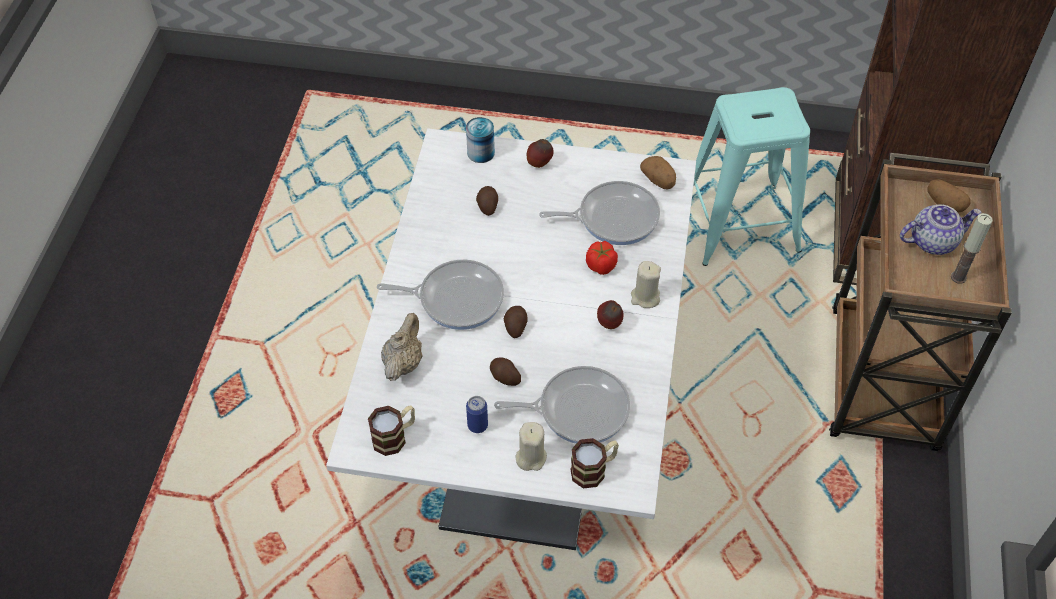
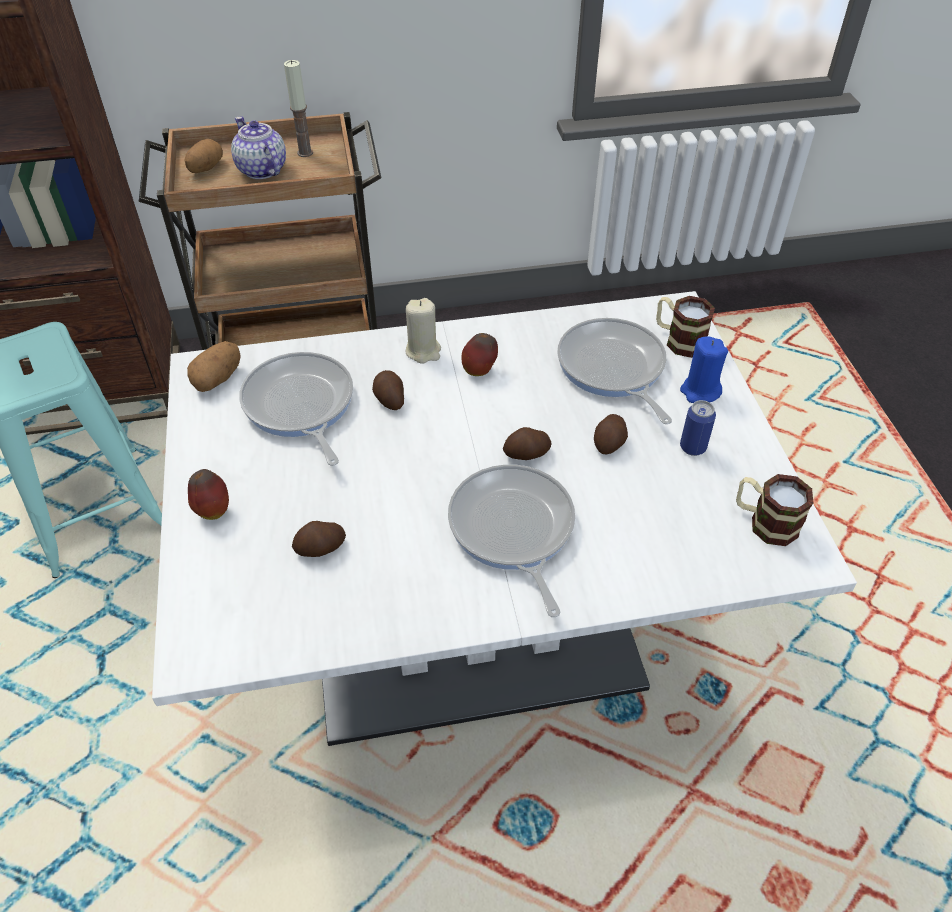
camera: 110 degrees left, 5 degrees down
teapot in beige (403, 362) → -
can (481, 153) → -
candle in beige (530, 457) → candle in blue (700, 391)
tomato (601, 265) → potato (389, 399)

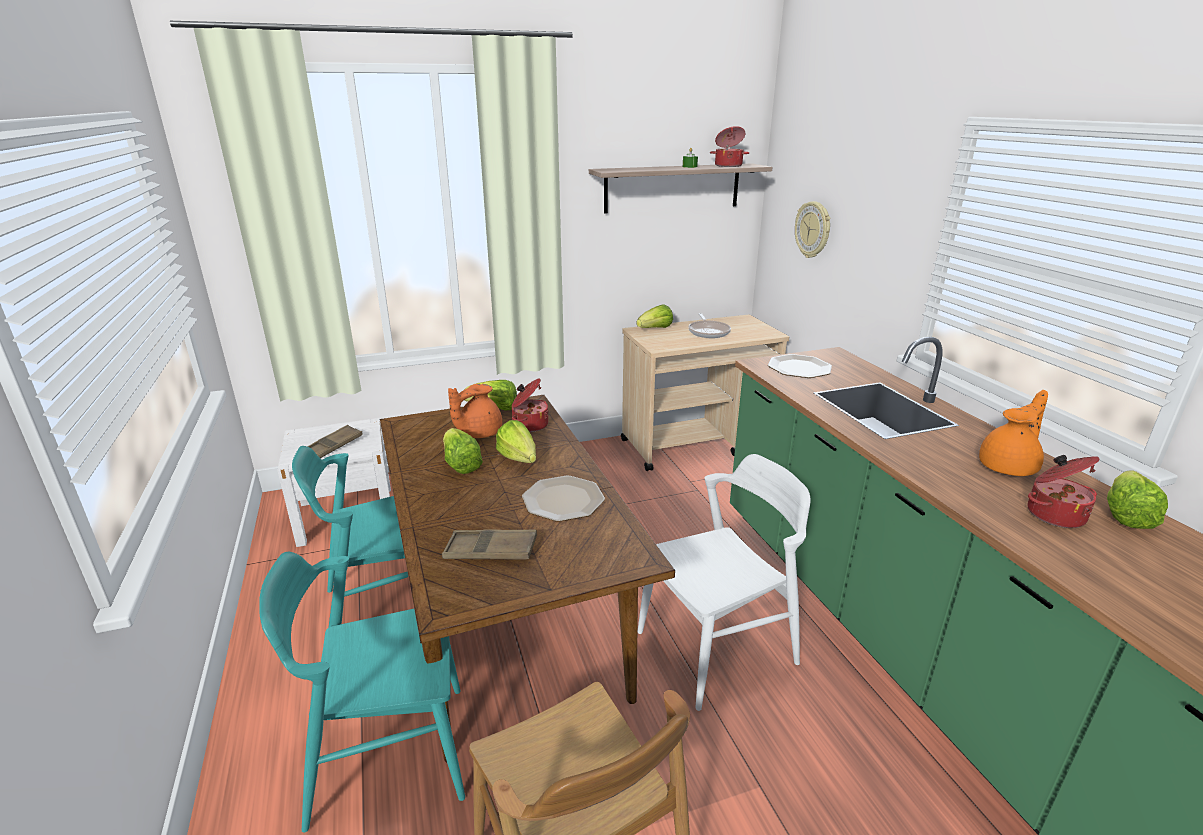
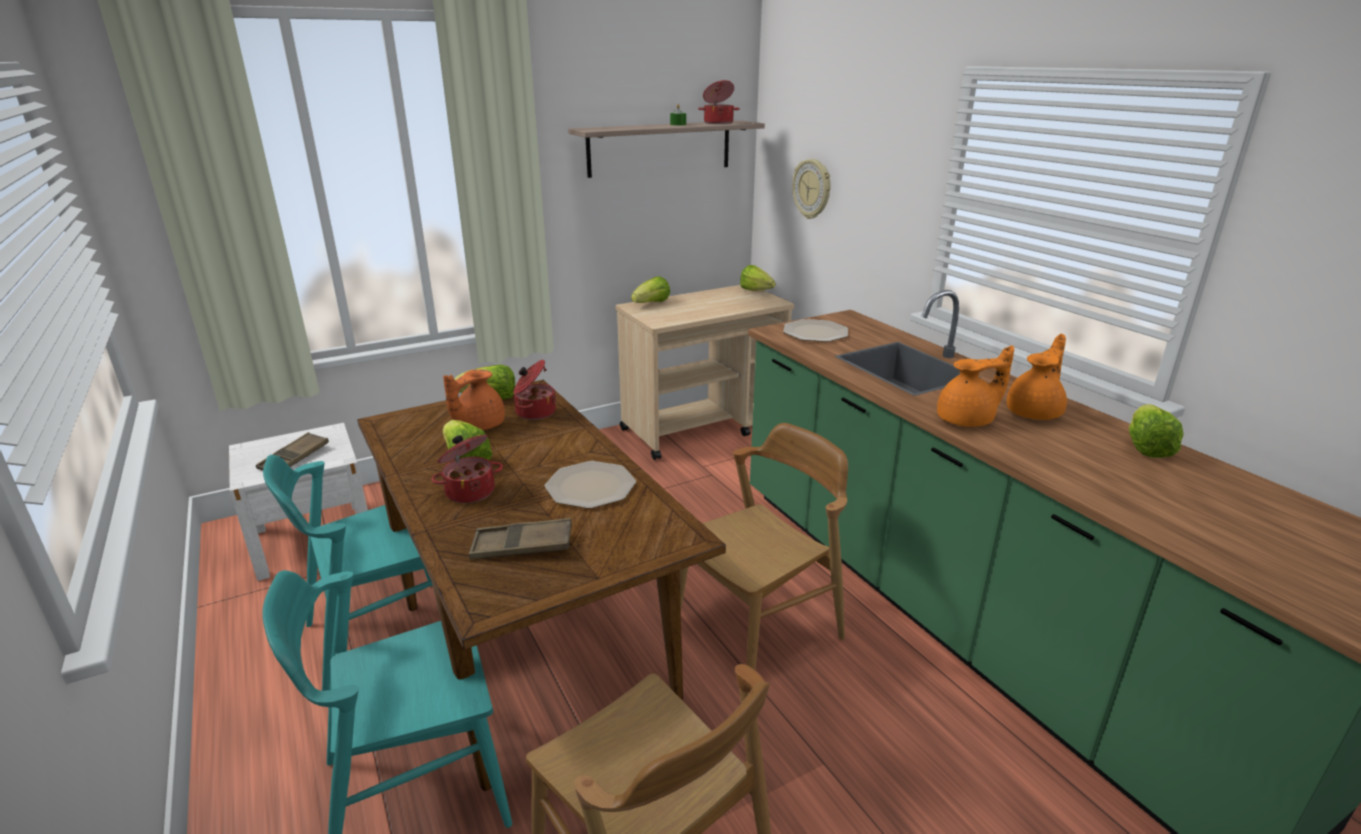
camera: 10 degrees left, 0 degrees up
lettuce (520, 461) → lettuce (758, 292), moved
chair in white (717, 648) → chair in brown (759, 633)
frying pan (708, 332) → -
cooking pot (1054, 514) → cooking pot (470, 491), moved
- → teapot in orange (967, 420)

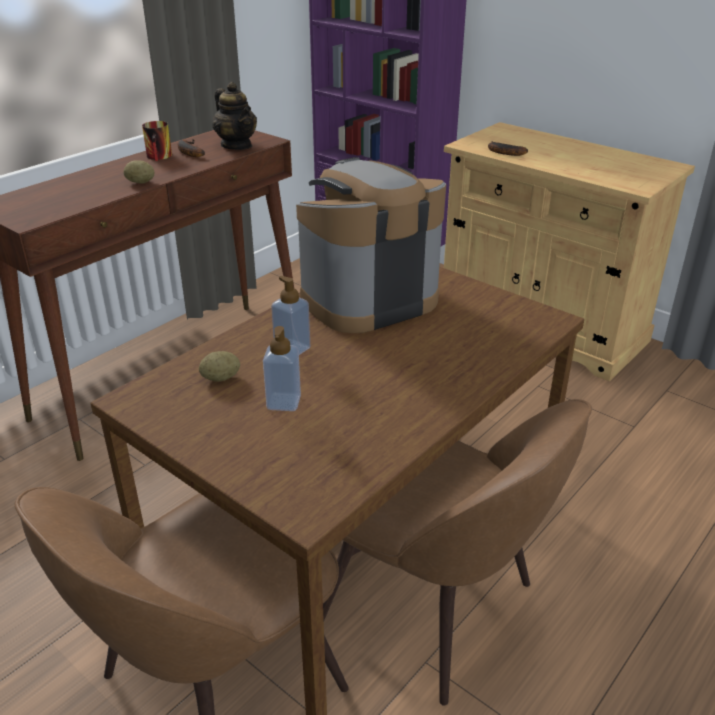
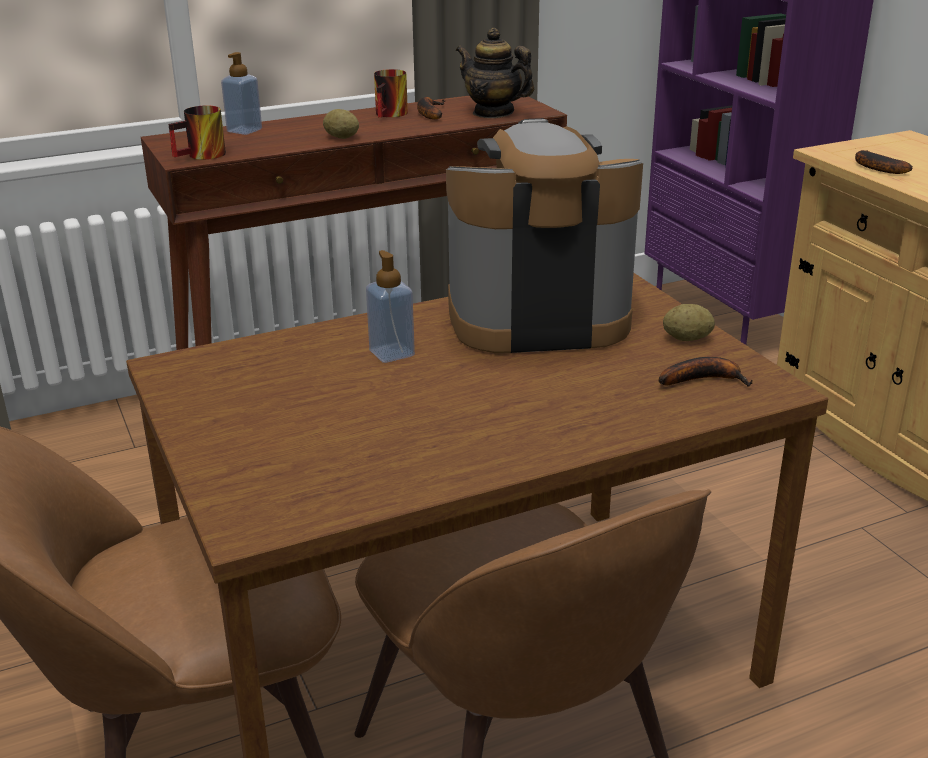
camera: 25 degrees right, 5 degrees down
potato (221, 378) → potato (687, 339), moved
teapot (237, 145) → teapot (493, 113), 135 degrees clockwise
soap dispenser (283, 402) → soap dispenser (244, 130), moved
- → mug (202, 156)
- → banana (704, 379)

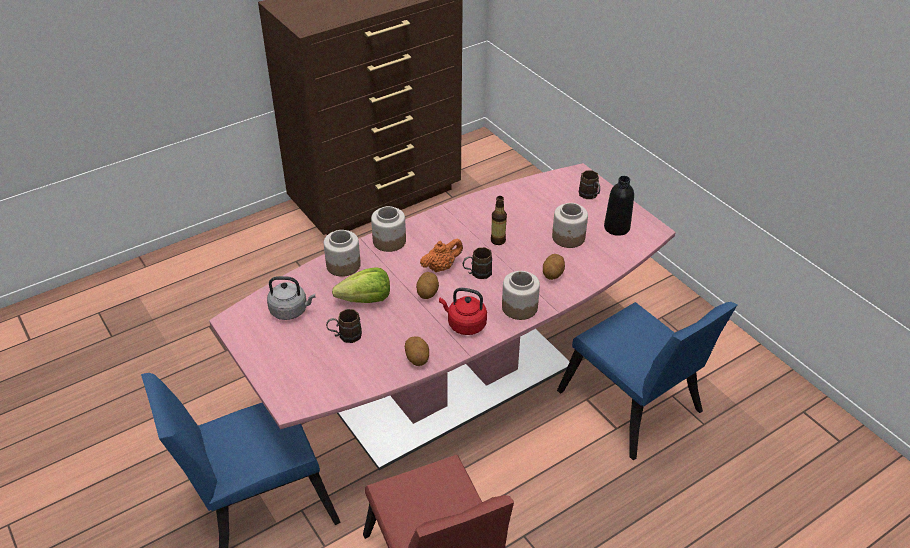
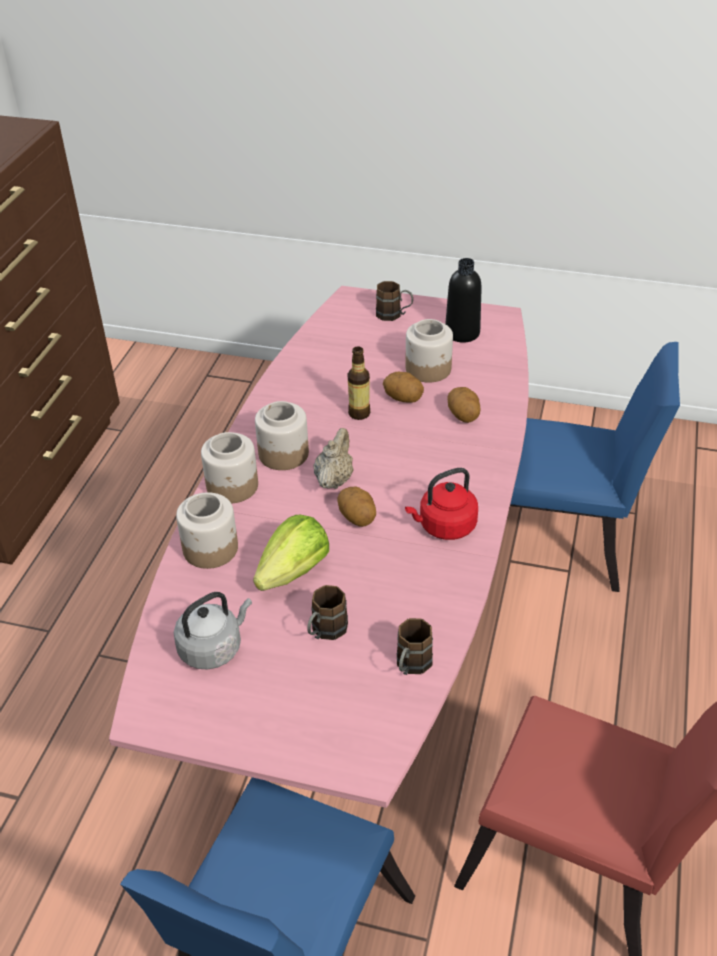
camera: 40 degrees left, 0 degrees up
potato (417, 359) → potato (403, 398), moved
teapot in orange (441, 267) → teapot in beige (334, 479)
mug in brown (477, 273) → mug in brown (411, 666), moved
jar (519, 307) → jar (283, 454), moved

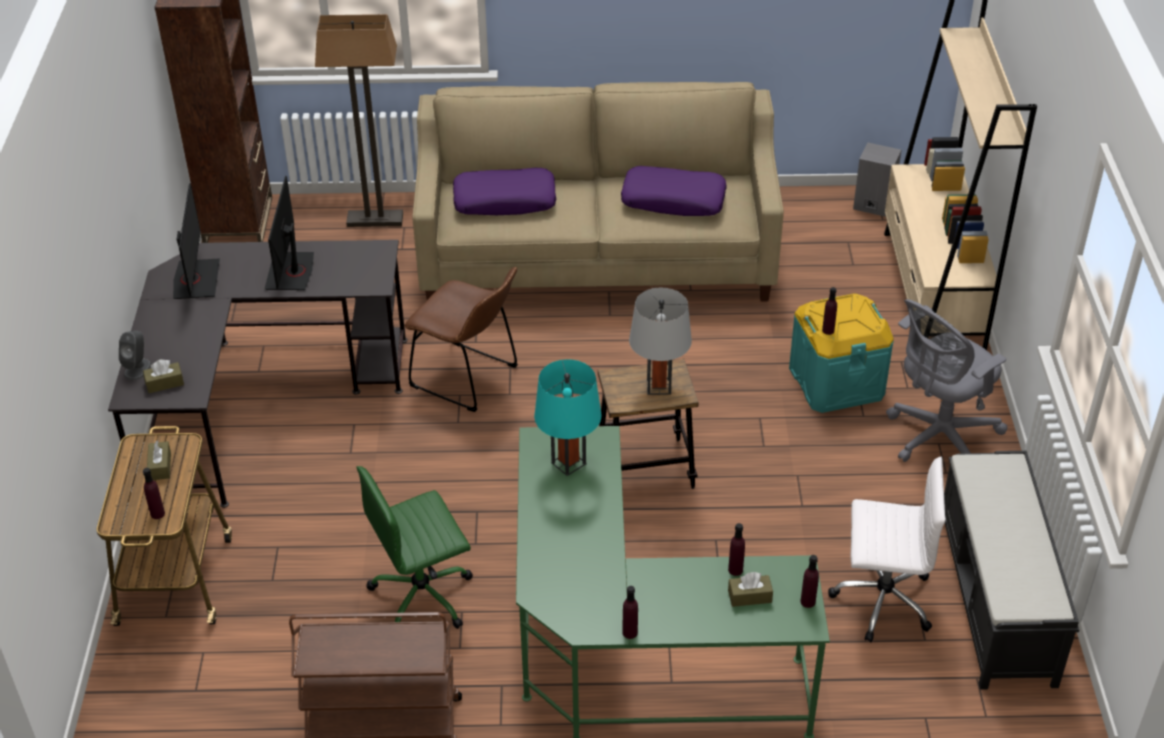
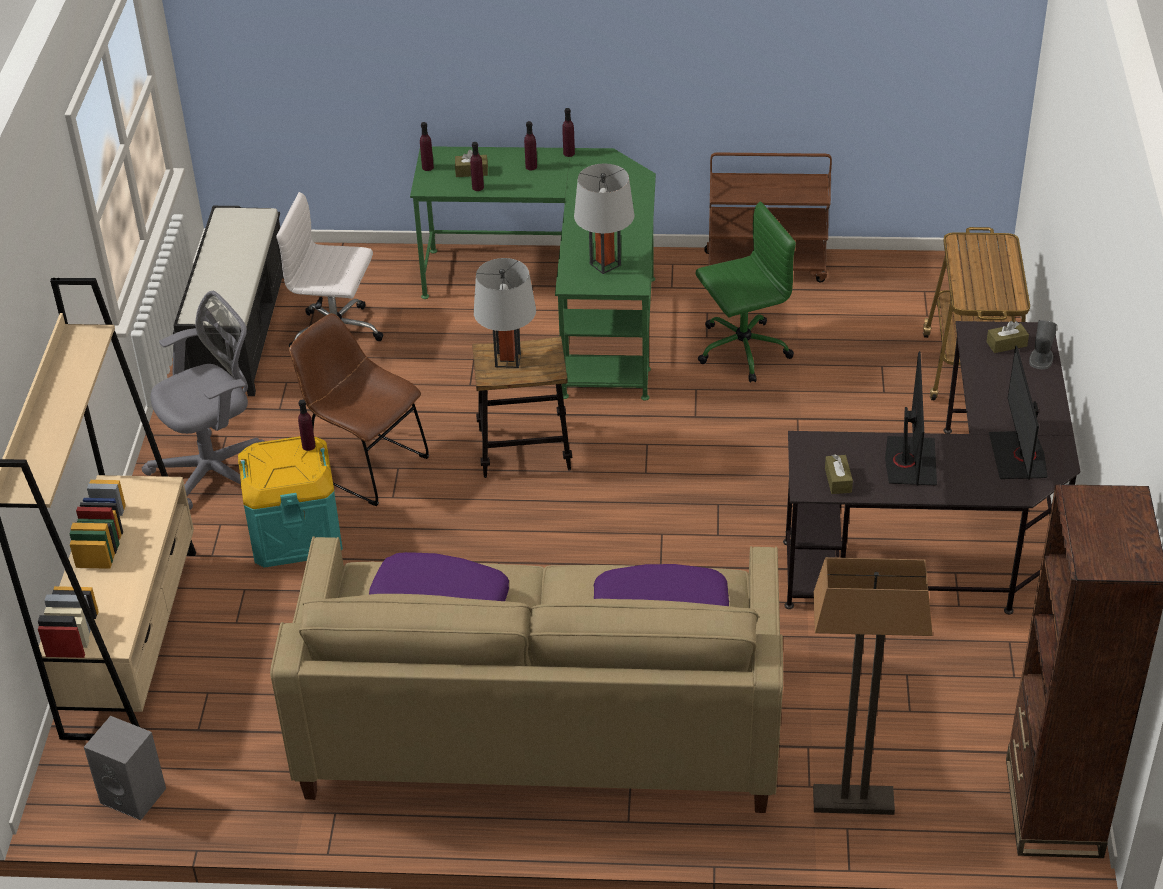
camera: 175 degrees left, 0 degrees up
bottle in purple (157, 514) → bottle in purple (531, 167), moved
tissue box in brown (160, 466) → tissue box in brown (838, 480), moved
chair in brown (468, 378) → chair in brown (364, 464), moved
table lamp in turquoise (568, 463) → table lamp in grey (605, 264)

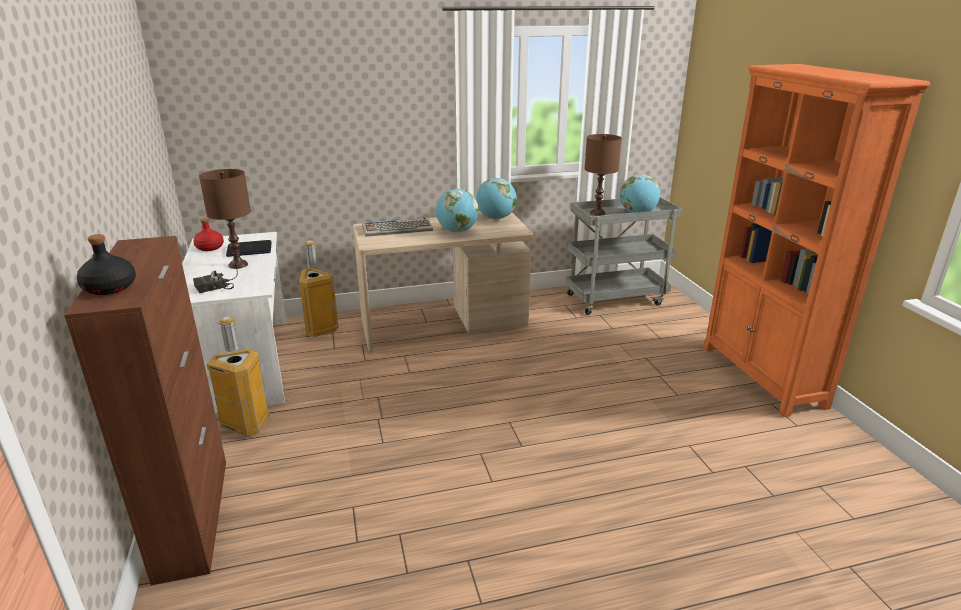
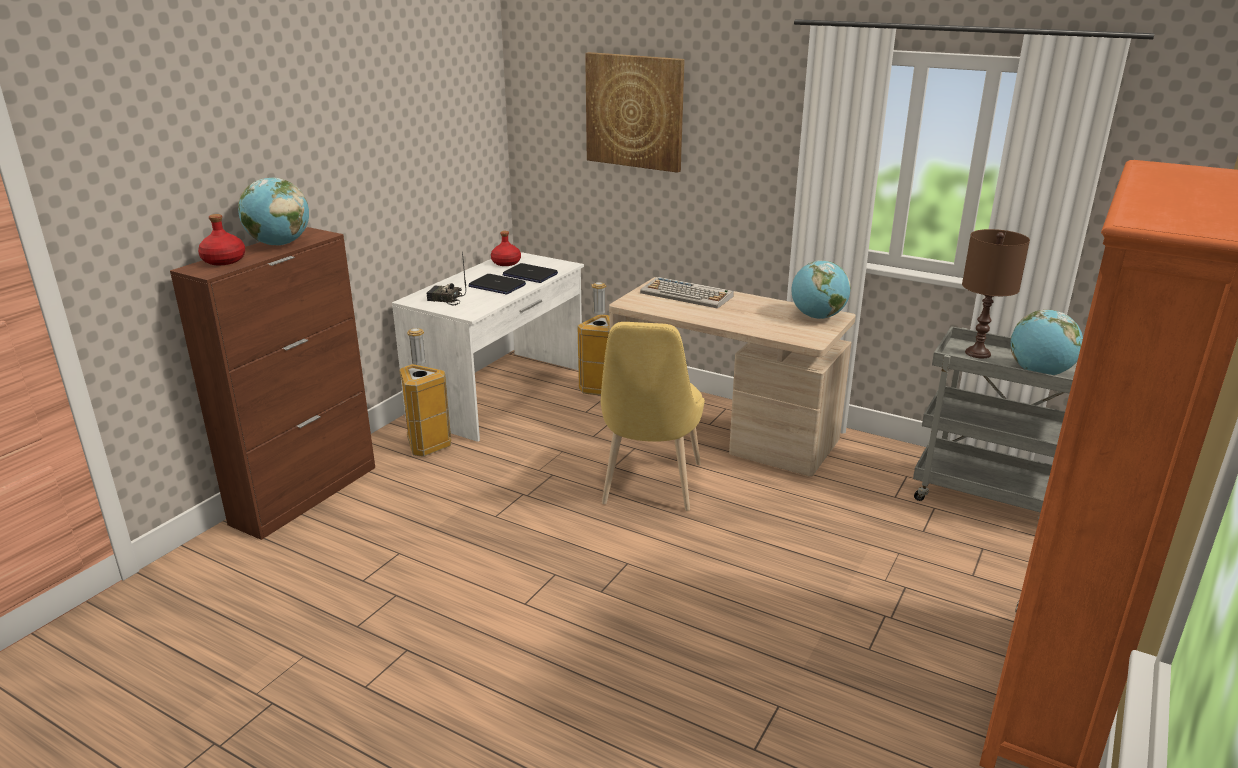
camera: 45 degrees right, 0 degrees up
bottle in black (109, 288) → bottle in red (223, 261)
table lamp in brown (238, 265) → laptop (496, 286)
globe (457, 231) → globe (279, 244), moved
- → picture (634, 111)
- → chair in yellow (649, 488)

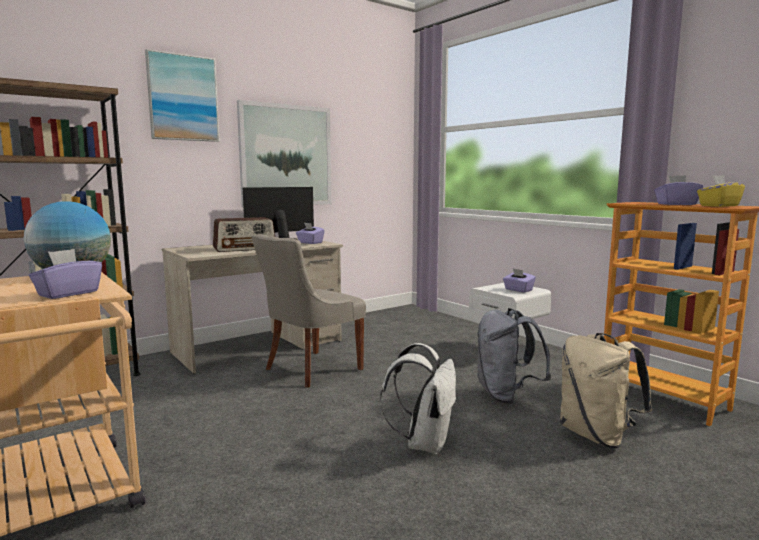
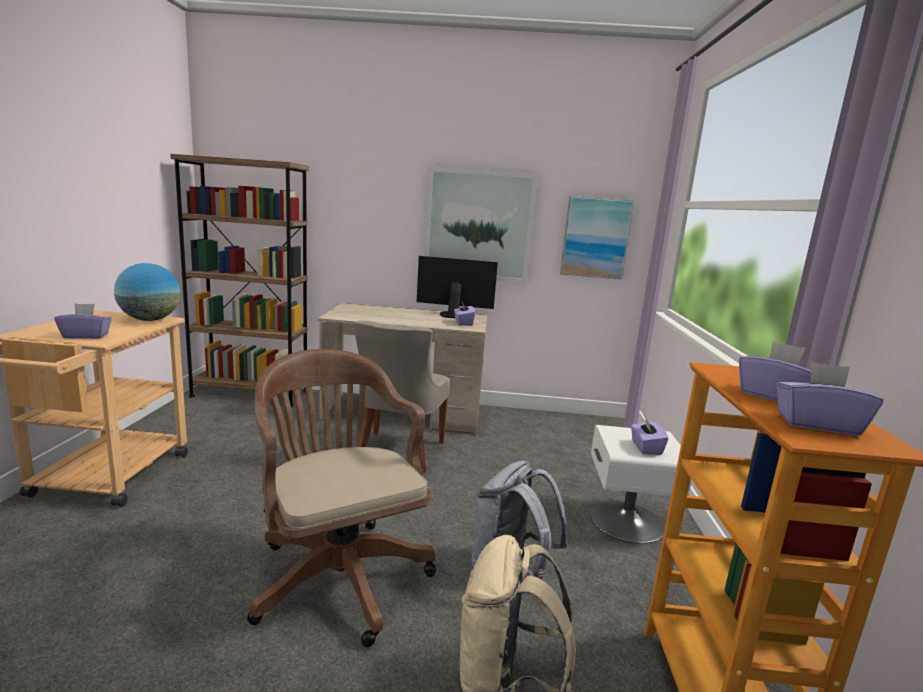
camera: 40 degrees right, 5 degrees up
picture (183, 98) → picture (595, 237), moved
radio (245, 248) → -
chair in grey (311, 369) → chair in grey (398, 452), 75 degrees counterclockwise
backpack in white (424, 443) → office chair in brown (338, 573)
tissue box in yellow (718, 206) → tissue box in purple (817, 424)

